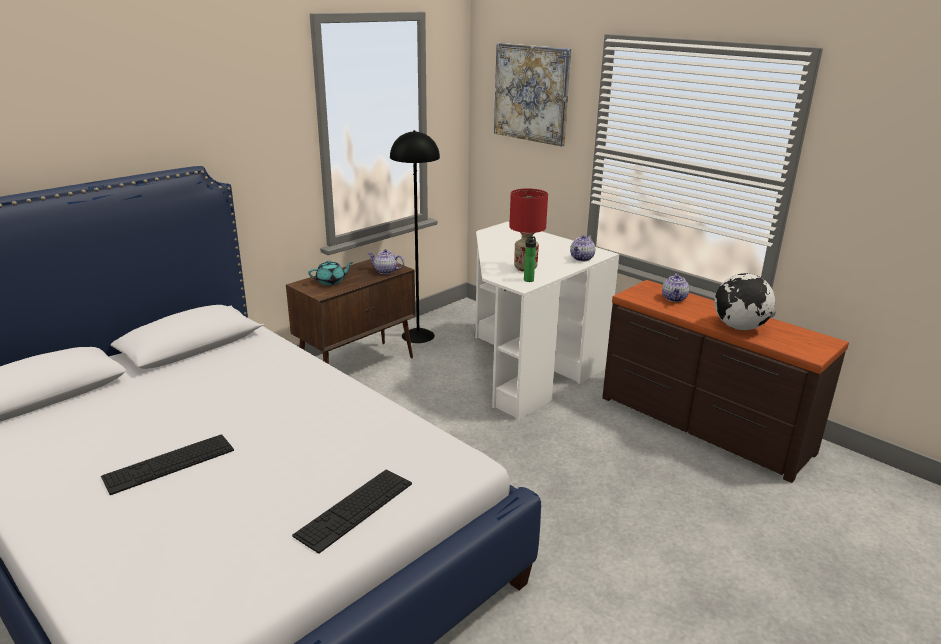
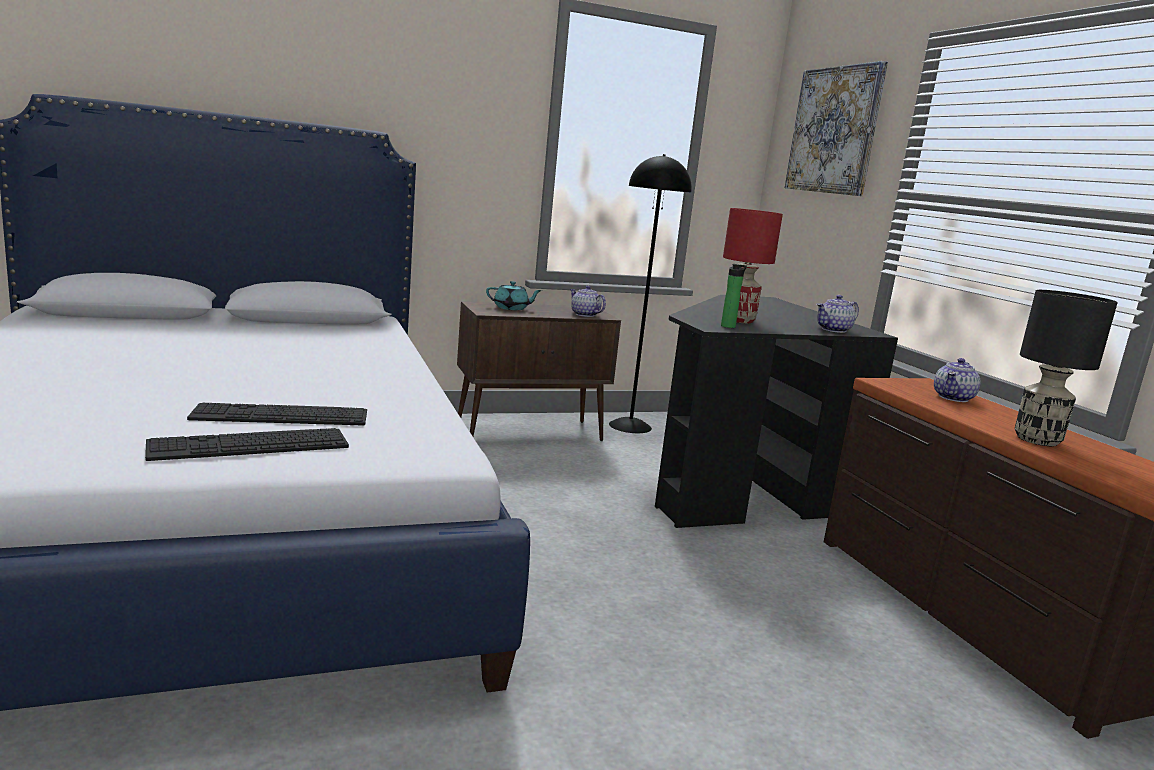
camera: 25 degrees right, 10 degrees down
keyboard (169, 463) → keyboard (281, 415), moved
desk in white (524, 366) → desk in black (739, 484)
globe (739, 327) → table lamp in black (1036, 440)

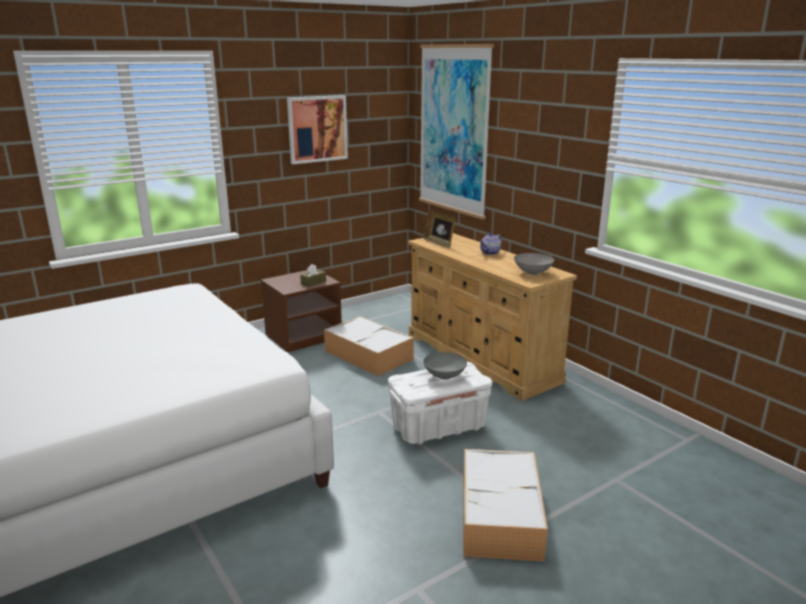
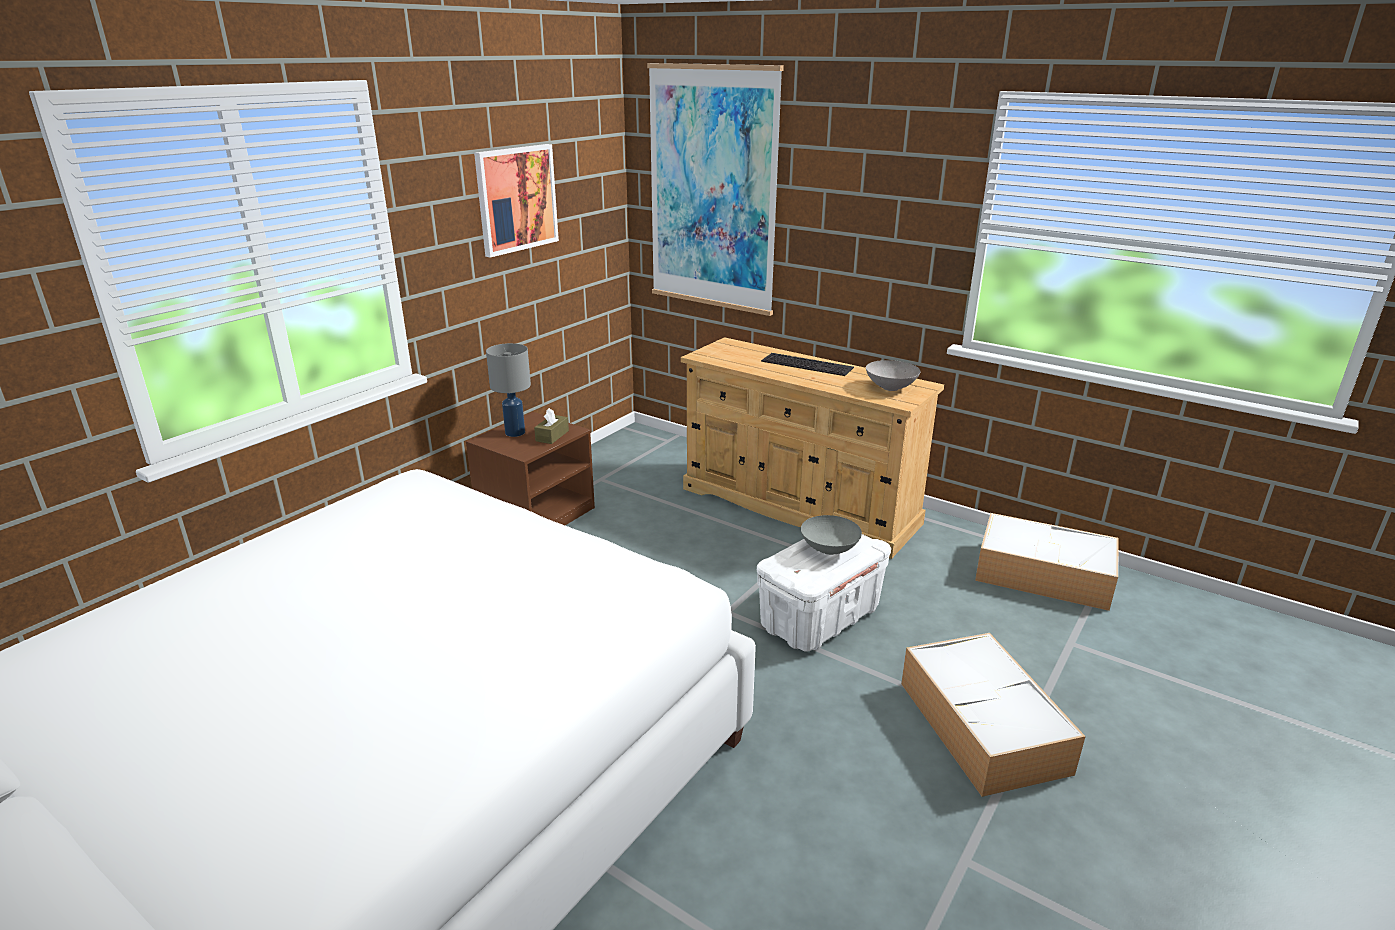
camera: 20 degrees left, 5 degrees up
storage box (369, 355) → storage box (1045, 575), moved
picture frame (439, 243) → -
teapot (490, 253) → keyboard (808, 364)
- → table lamp in grey (515, 433)

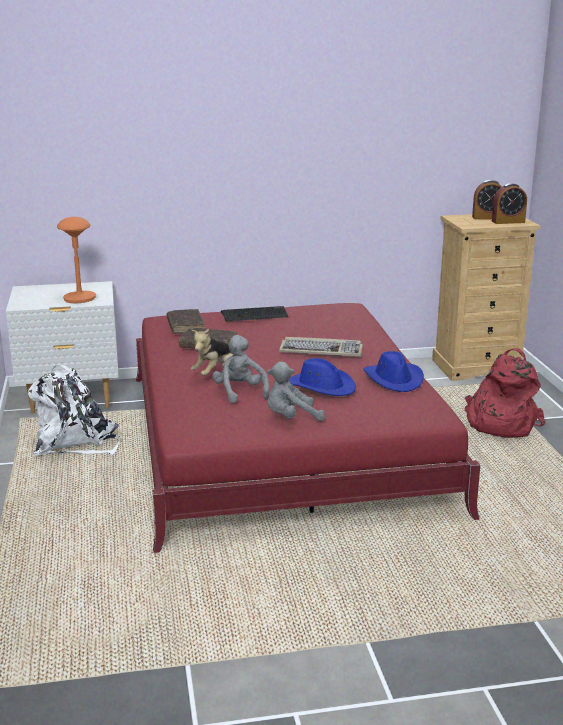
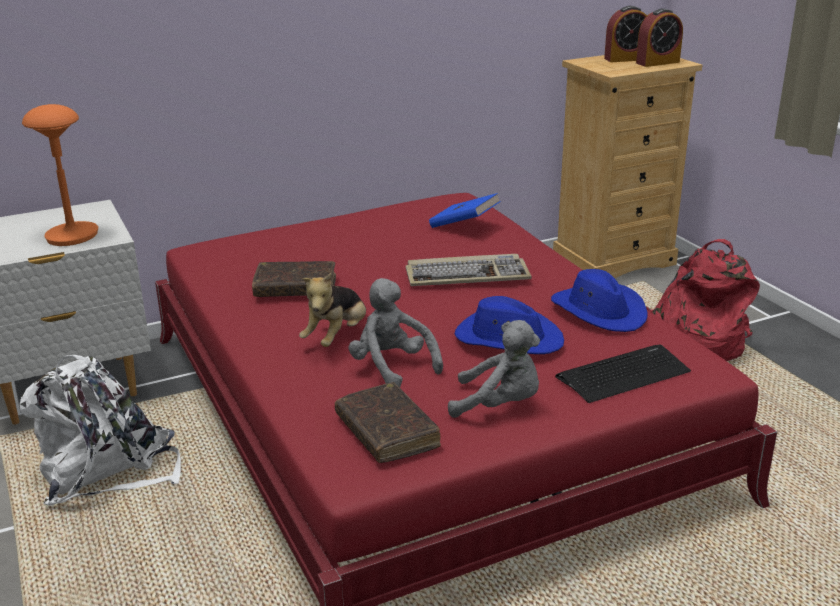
camera: 15 degrees left, 5 degrees up
book in brown (185, 327) → book in brown (387, 432), moved
keyboard (254, 315) → keyboard (623, 374), moved
plush toy in grey (291, 418) → plush toy in grey (499, 405), 135 degrees counterclockwise
- → book in blue (464, 225)

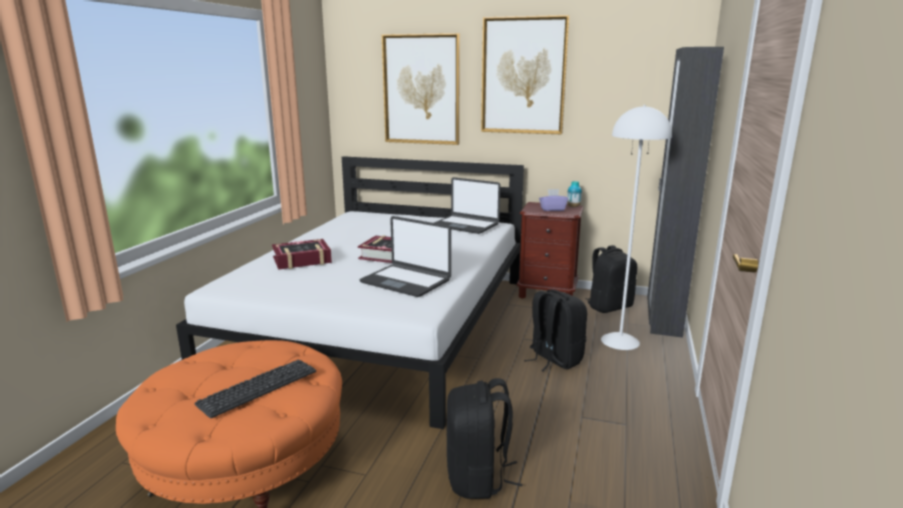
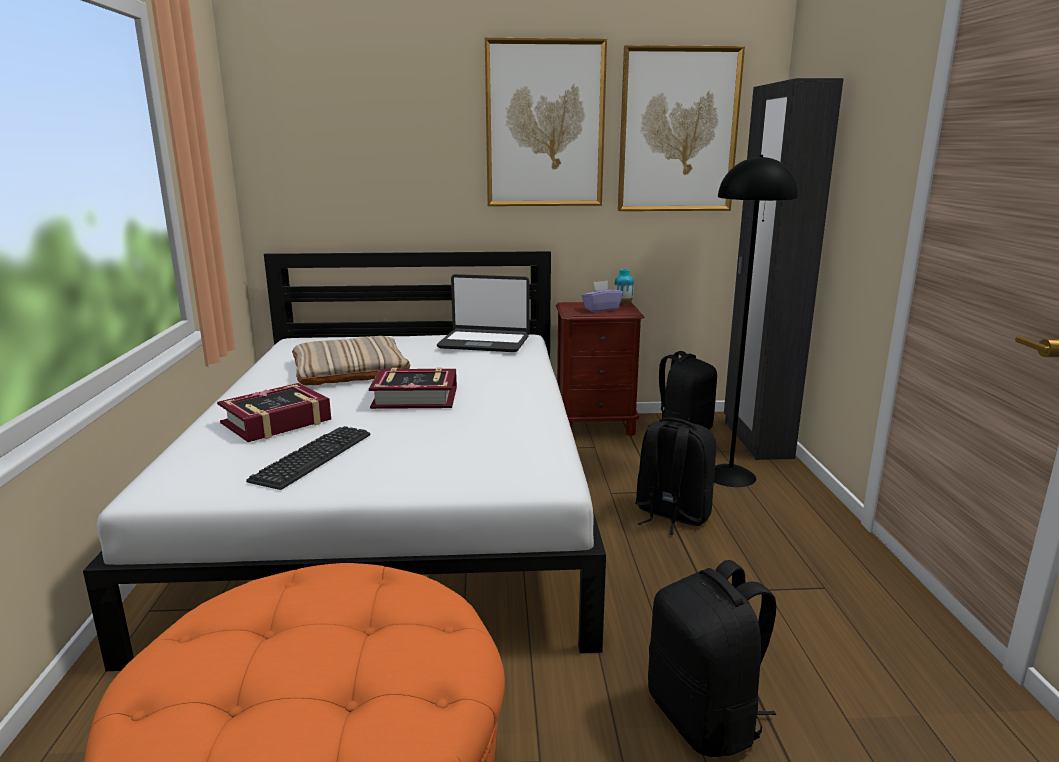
camera: 20 degrees left, 0 degrees up
keyboard (258, 388) → keyboard (313, 457), moved
laptop (406, 281) → -
picture (421, 90) → picture (678, 131), moved
floor lamp in white (620, 341) → floor lamp in black (730, 475)
- → pillow in beige (350, 370)

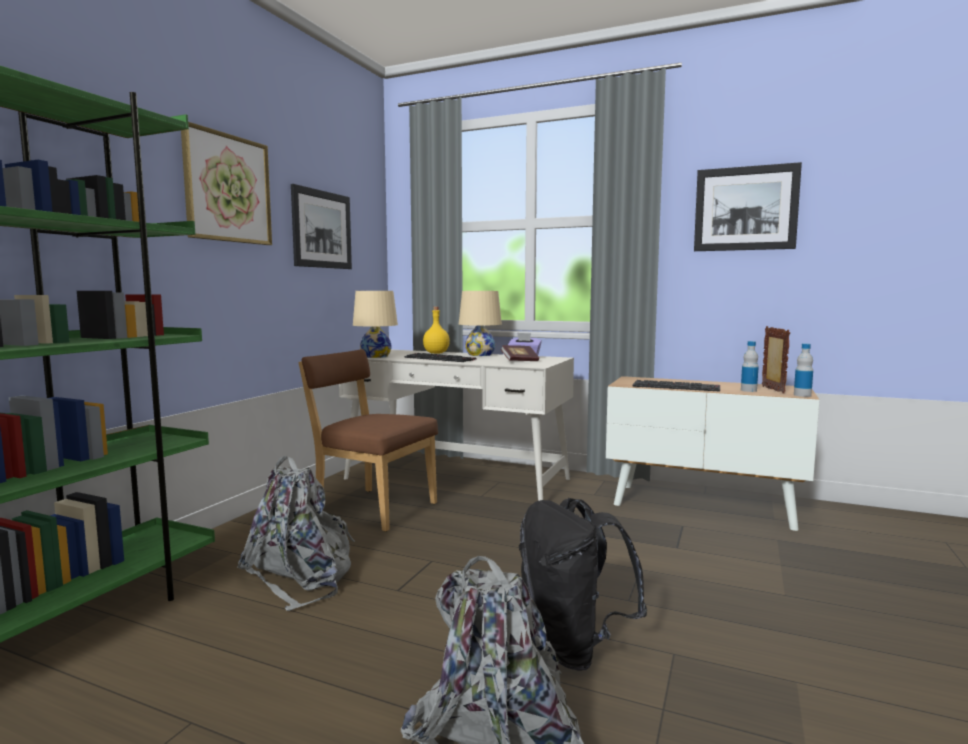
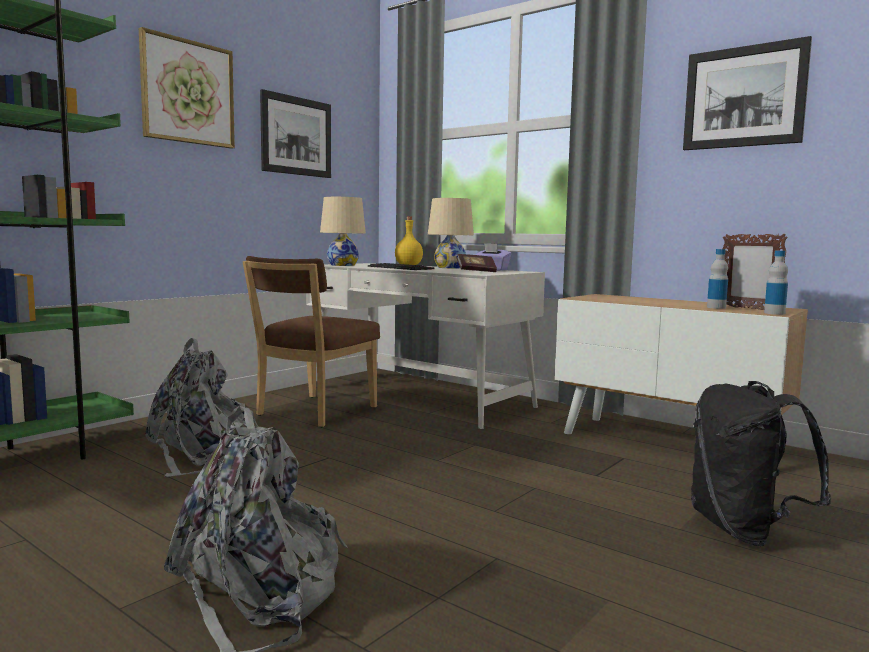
camera: 15 degrees right, 0 degrees up
chair in brown (372, 508) → chair in brown (313, 412), 105 degrees counterclockwise
backpack in black (572, 647) → backpack in black (744, 530), moved
keyboard (677, 386) → -
picture frame (772, 390) → picture frame (748, 308), 120 degrees clockwise

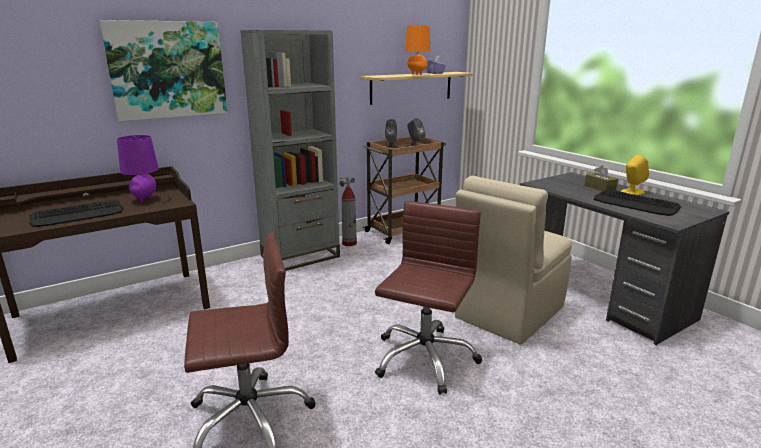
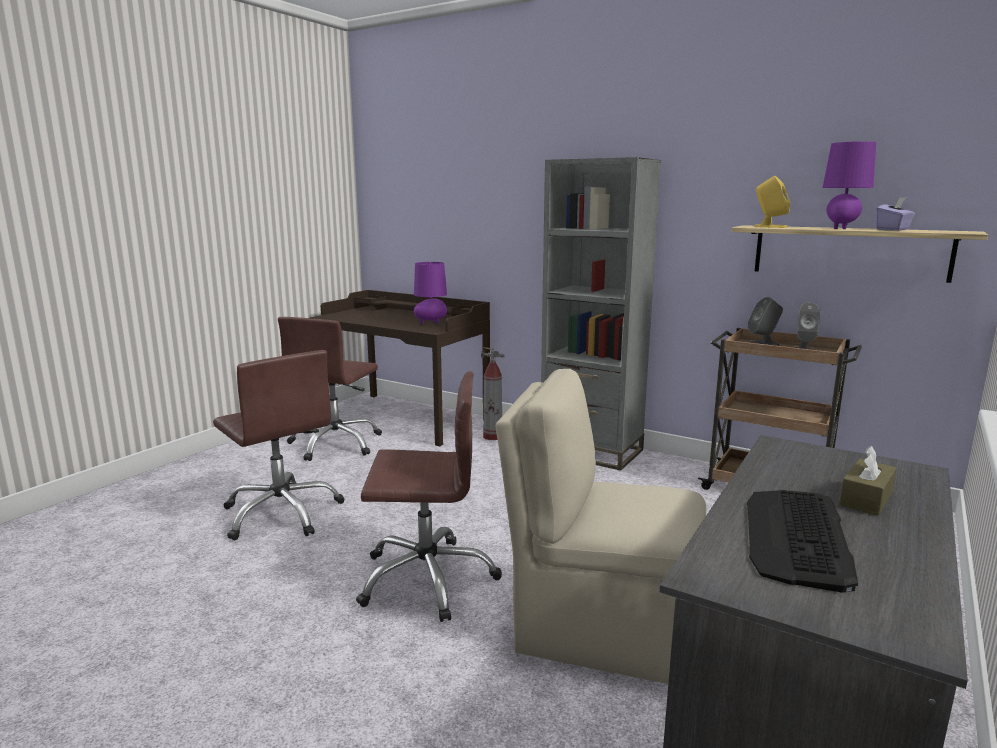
camera: 65 degrees right, 5 degrees down
keyboard (78, 215) → -
picture (168, 70) → -
fire extinguisher (349, 243) → fire extinguisher (493, 437), moved
table lamp in orange (417, 74) → table lamp in purple (842, 228)
speaker in yellow (632, 192) → speaker in yellow (769, 227), moved
- → office chair in brown (336, 443)

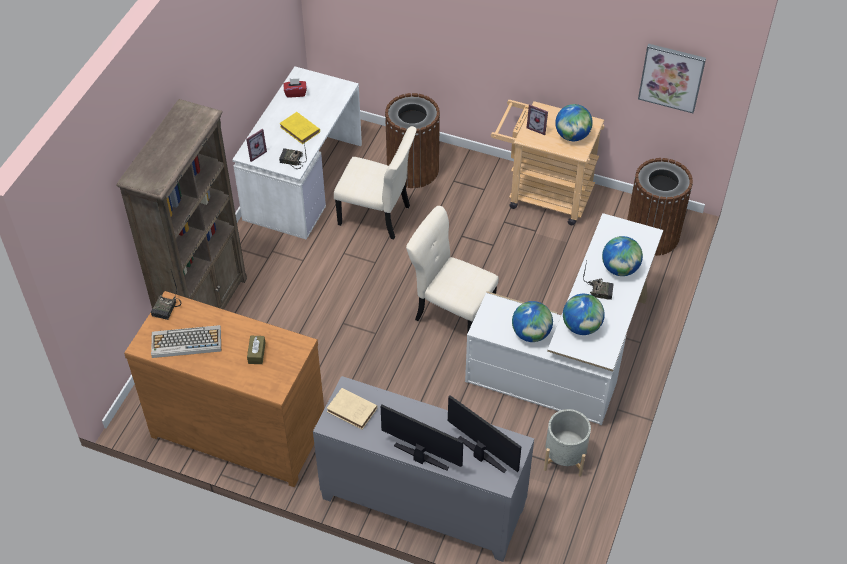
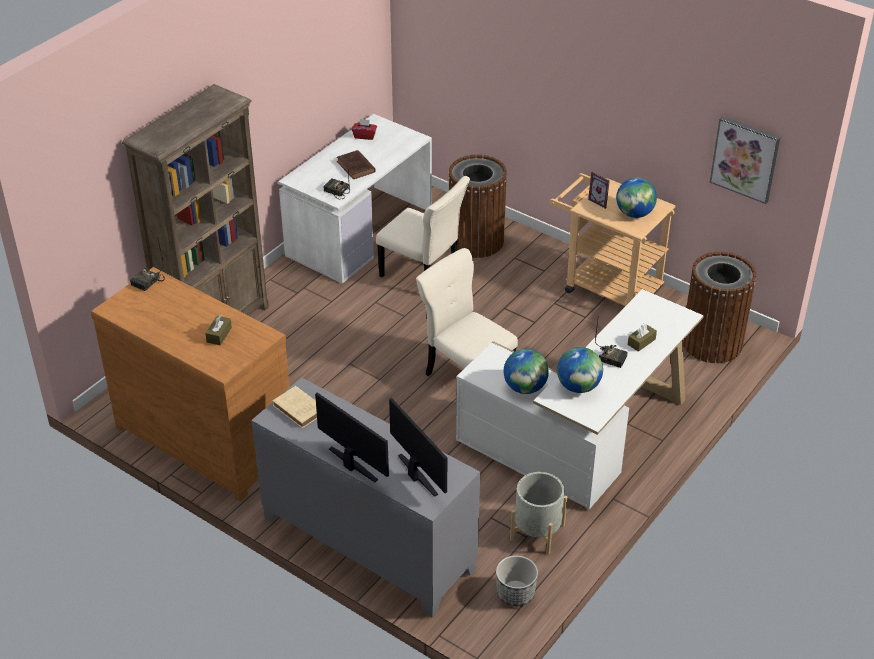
camera: 15 degrees right, 10 degrees down
keyboard (185, 342) → -
picture frame (255, 153) → -
book in yellow (300, 130) → book in brown (356, 167)
globe (620, 269) → tissue box in brown (641, 342)
- → planter (515, 594)

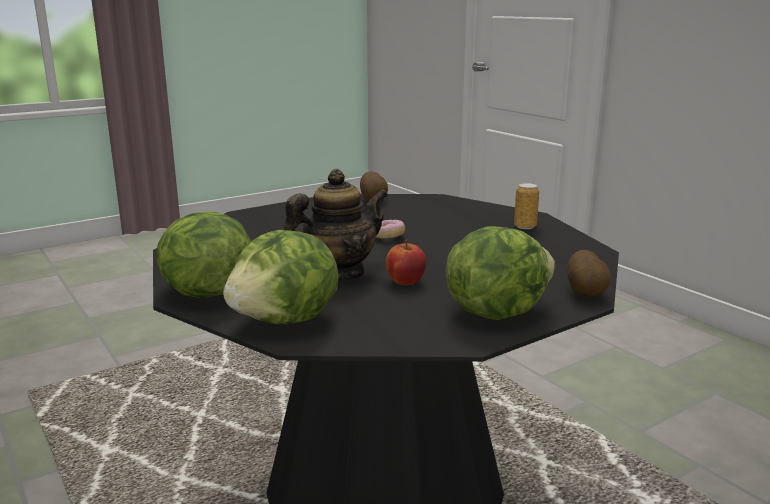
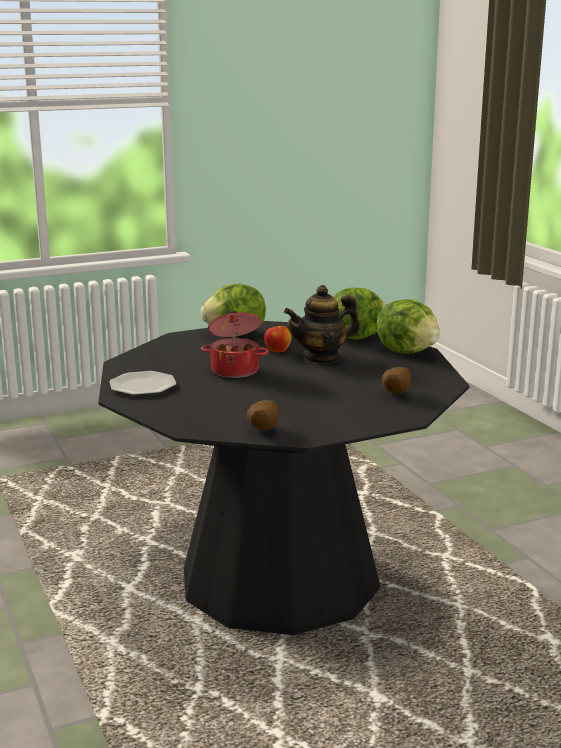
camera: 170 degrees left, 0 degrees up
donut (388, 236) → -
can (525, 226) → plate (142, 386)
potato (587, 293) → potato (395, 394), moved
- → cooking pot (235, 370)

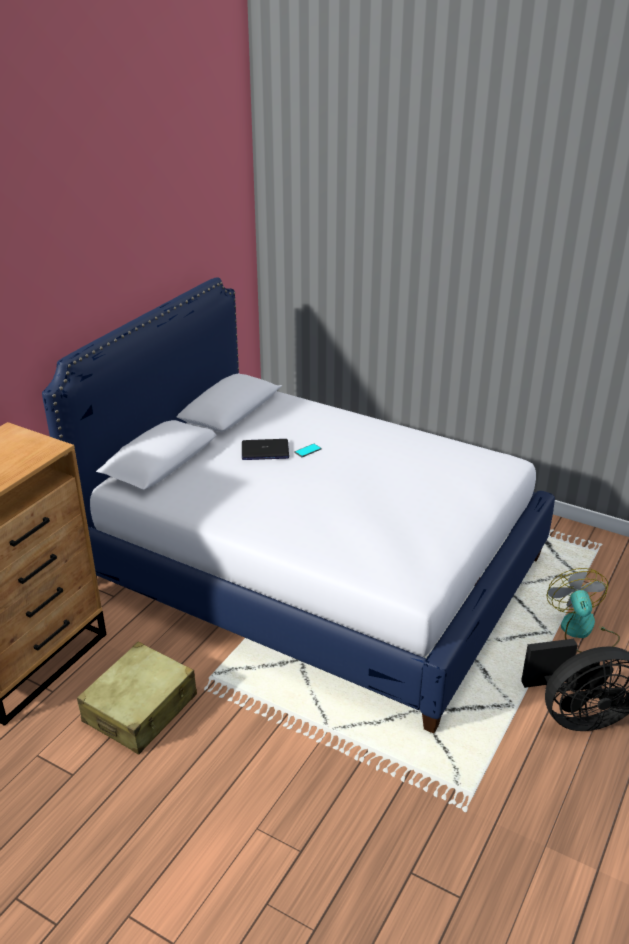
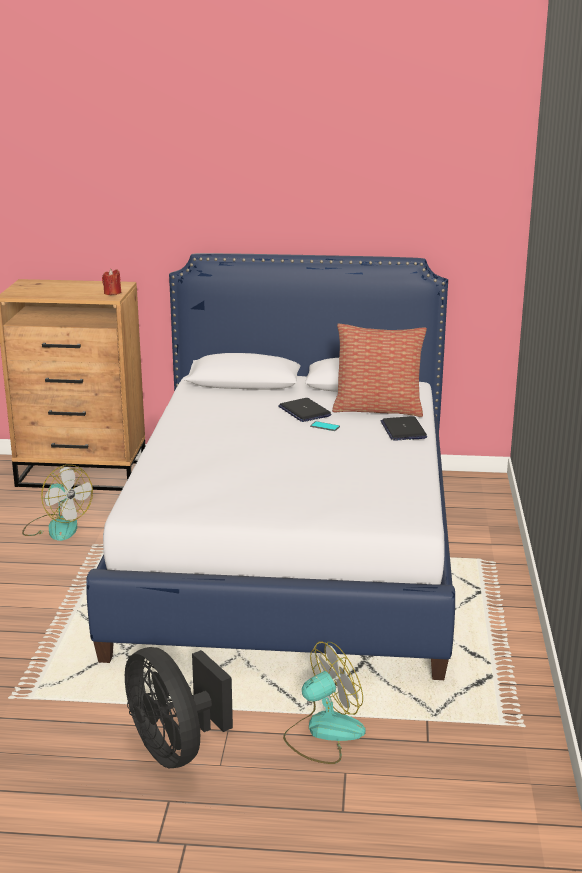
camera: 65 degrees right, 10 degrees down
suitcase in beige (141, 709) → fan (57, 527)
- → candle in red (112, 293)
- → pillow (378, 409)
- → laptop (403, 430)

